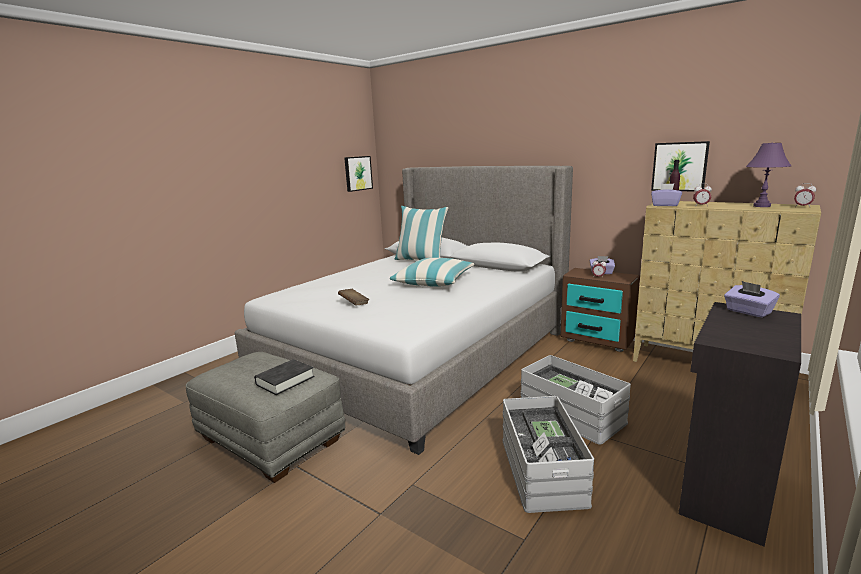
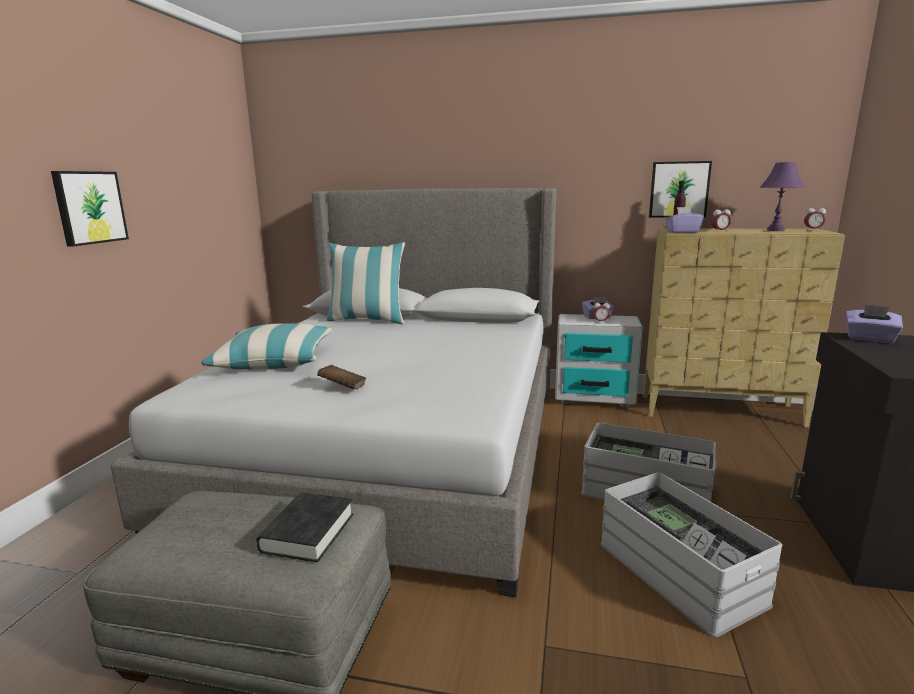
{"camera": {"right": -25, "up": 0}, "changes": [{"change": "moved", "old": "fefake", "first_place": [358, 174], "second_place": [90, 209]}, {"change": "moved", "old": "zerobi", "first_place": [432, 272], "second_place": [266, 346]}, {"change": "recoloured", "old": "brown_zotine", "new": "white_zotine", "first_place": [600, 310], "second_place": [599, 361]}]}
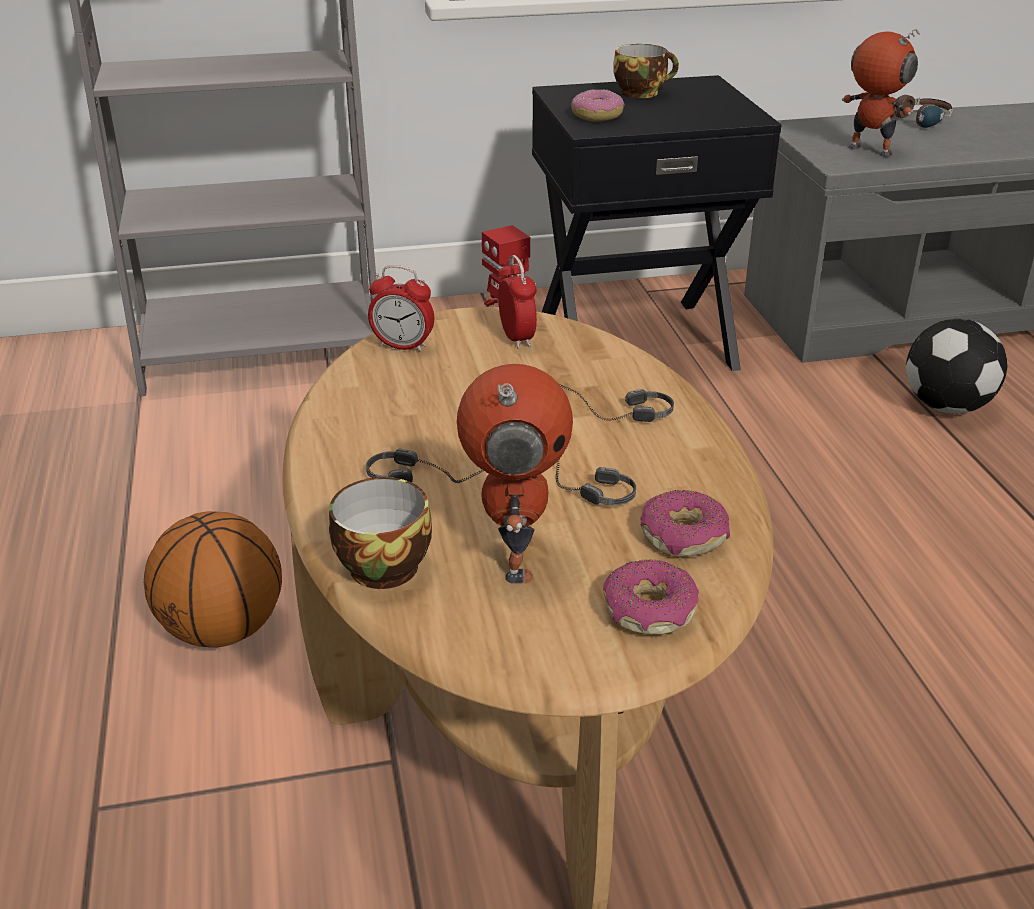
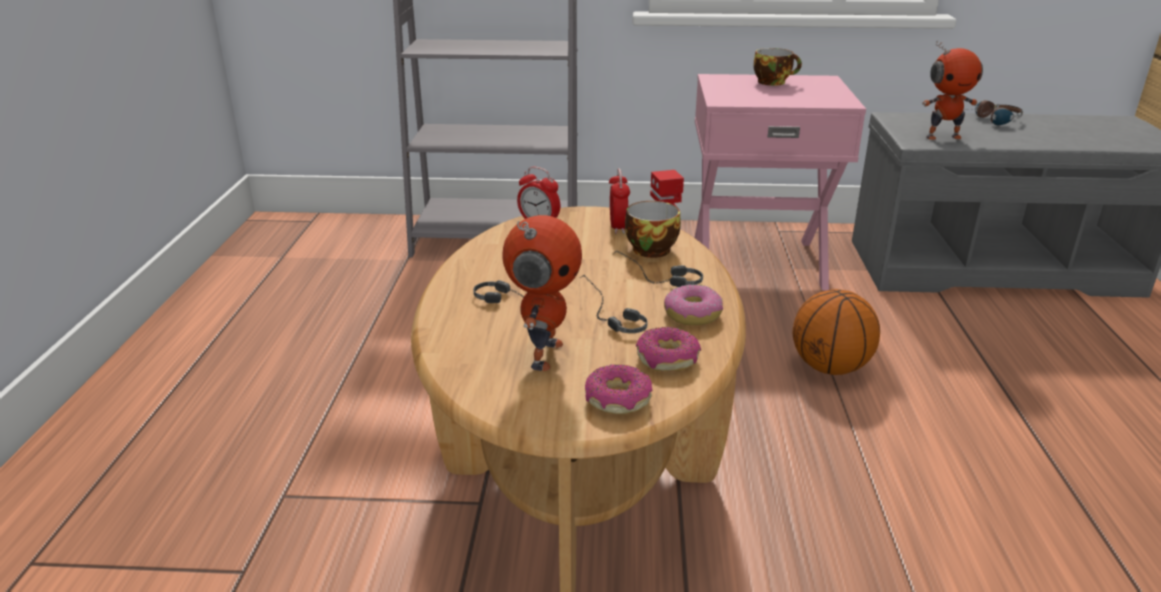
{"camera": {"right": 15, "up": -5}, "changes": [{"change": "turned", "old": "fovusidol", "first_place": [881, 93], "second_place": [952, 90], "degrees": 120}, {"change": "recoloured", "old": "black_zotine", "new": "pink_zotine", "first_place": [656, 223], "second_place": [780, 182]}, {"change": "moved", "old": "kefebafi", "first_place": [597, 105], "second_place": [693, 305]}, {"change": "removed", "old": "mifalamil", "first_place": [956, 366]}, {"change": "moved", "old": "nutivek", "first_place": [380, 533], "second_place": [653, 229]}, {"change": "moved", "old": "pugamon", "first_place": [213, 579], "second_place": [836, 332]}]}
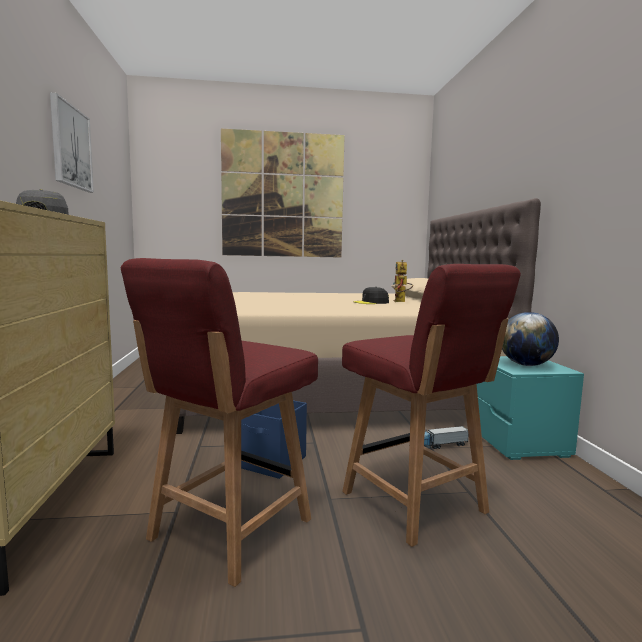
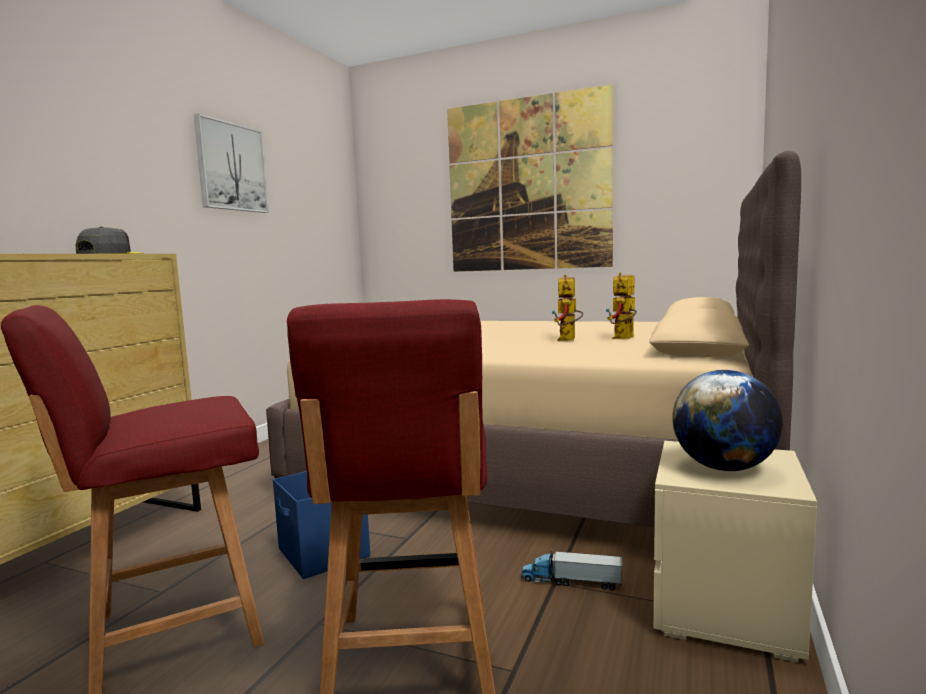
{"camera": {"right": 30, "up": 0}, "changes": [{"change": "replaced", "old": "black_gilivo", "new": "fovusidol", "first_place": [371, 295], "second_place": [567, 308]}, {"change": "recoloured", "old": "turquoise_zotine", "new": "beige_zotine", "first_place": [530, 408], "second_place": [735, 552]}]}
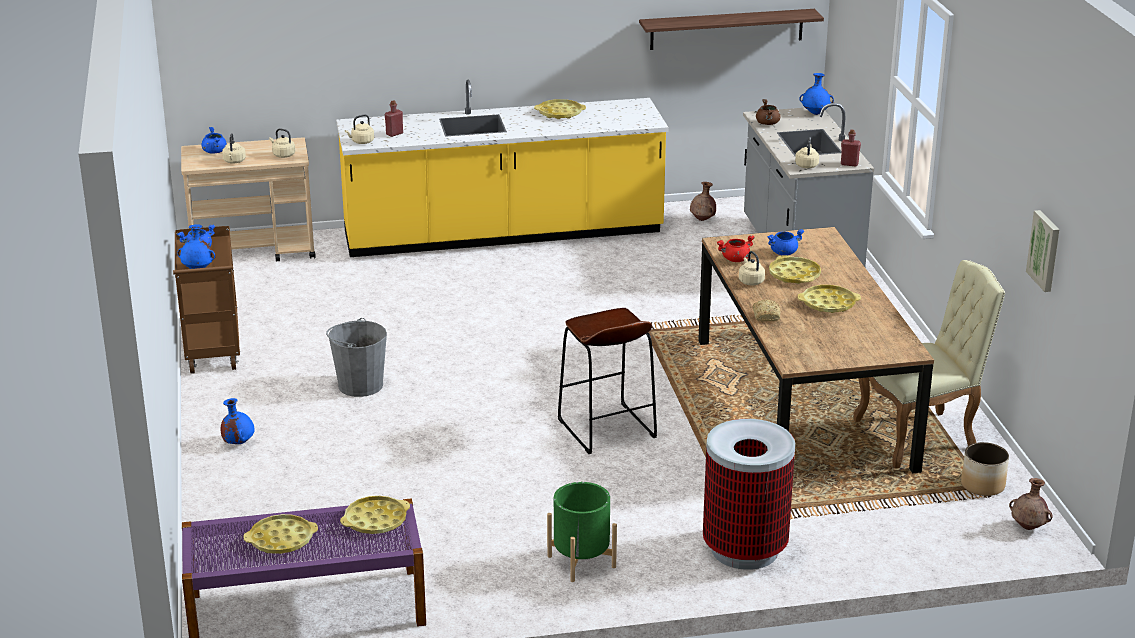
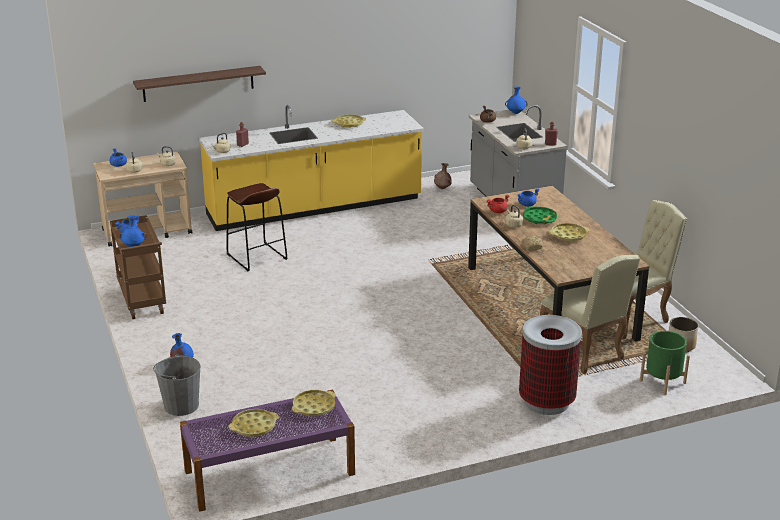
{"camera": {"right": -10, "up": 0}, "changes": [{"change": "moved", "old": "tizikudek", "first_place": [731, 29], "second_place": [199, 84]}, {"change": "removed", "old": "fefake", "first_place": [1043, 251]}, {"change": "recoloured", "old": "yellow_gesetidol", "new": "green_gesetidol", "first_place": [795, 269], "second_place": [540, 215]}, {"change": "moved", "old": "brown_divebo", "first_place": [607, 381], "second_place": [256, 227]}, {"change": "moved", "old": "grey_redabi", "first_place": [356, 357], "second_place": [176, 385]}, {"change": "removed", "old": "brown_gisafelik", "first_place": [1031, 504]}, {"change": "moved", "old": "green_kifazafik", "first_place": [582, 532], "second_place": [665, 363]}, {"change": "added", "new": "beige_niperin", "second_place": [590, 314]}]}
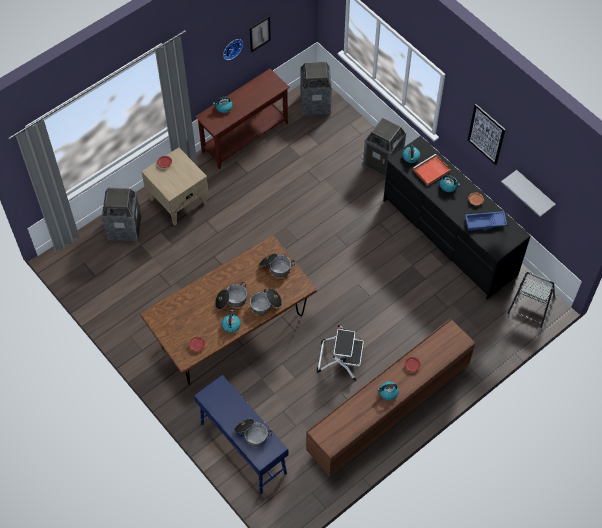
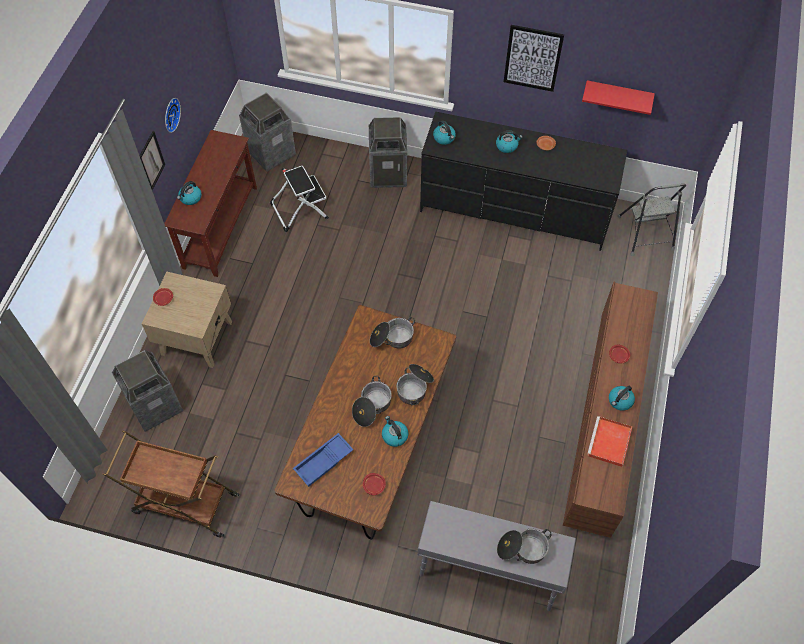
{"camera": {"right": -35, "up": 0}, "changes": [{"change": "moved", "old": "fefake", "first_place": [260, 34], "second_place": [152, 160]}, {"change": "moved", "old": "red_gesetidol", "first_place": [432, 170], "second_place": [609, 441]}, {"change": "recoloured", "old": "grey_tizikudek", "new": "red_tizikudek", "first_place": [528, 193], "second_place": [618, 97]}, {"change": "moved", "old": "blue_gesetidol", "first_place": [486, 220], "second_place": [323, 460]}, {"change": "moved", "old": "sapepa", "first_place": [340, 353], "second_place": [299, 199]}, {"change": "recoloured", "old": "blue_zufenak", "new": "grey_zufenak", "first_place": [241, 434], "second_place": [497, 556]}, {"change": "added", "new": "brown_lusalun", "second_place": [171, 484]}]}
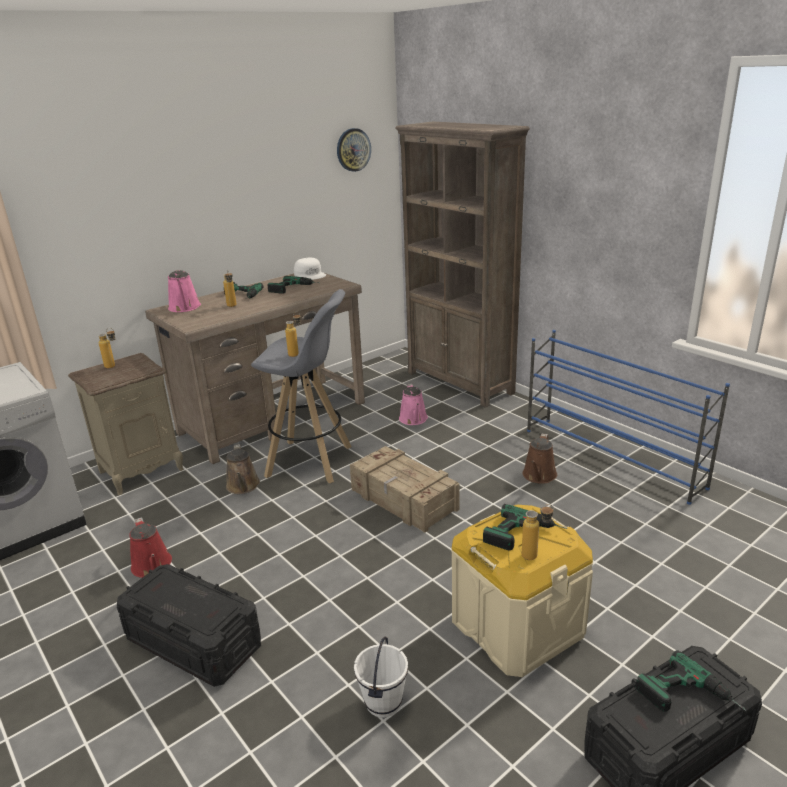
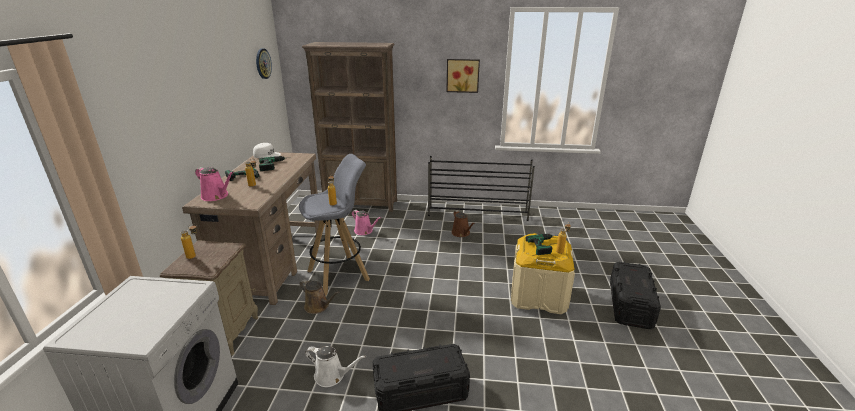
{"camera": {"right": -45, "up": 0}, "changes": [{"change": "recoloured", "old": "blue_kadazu", "new": "black_kadazu", "first_place": [628, 417], "second_place": [481, 188]}, {"change": "removed", "old": "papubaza", "first_place": [405, 489]}, {"change": "recoloured", "old": "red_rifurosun", "new": "white_rifurosun", "first_place": [150, 547], "second_place": [335, 366]}, {"change": "removed", "old": "white_redabi", "first_place": [381, 677]}, {"change": "removed", "old": "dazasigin", "first_place": [691, 681]}, {"change": "added", "new": "fefake", "second_place": [463, 76]}]}
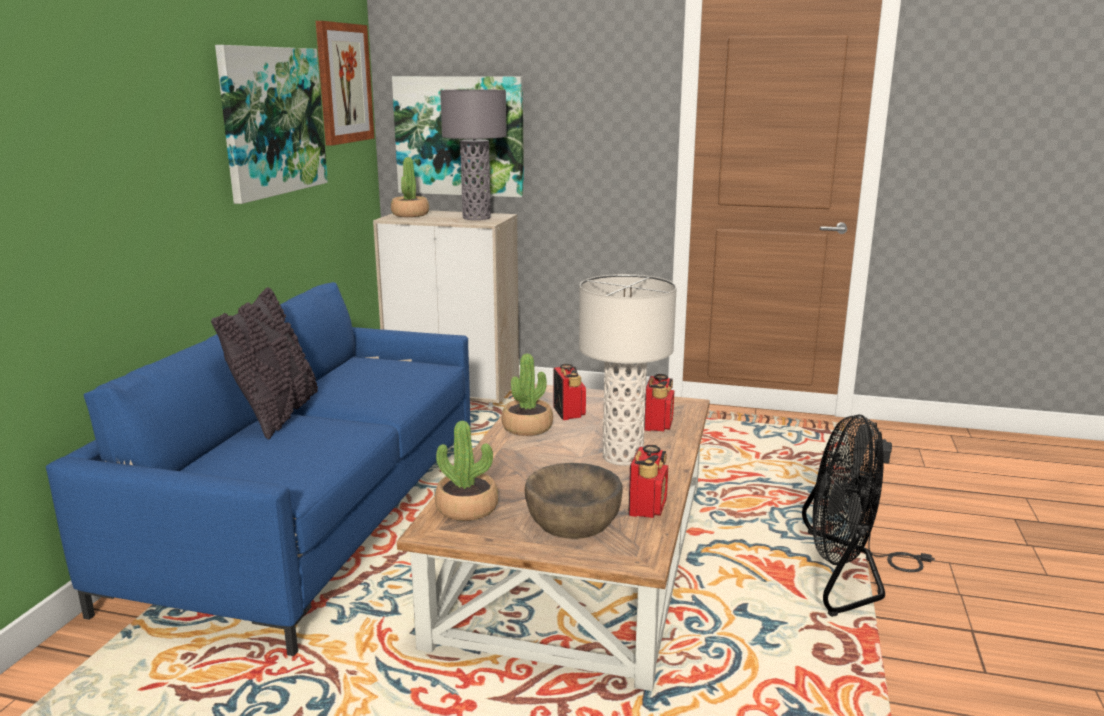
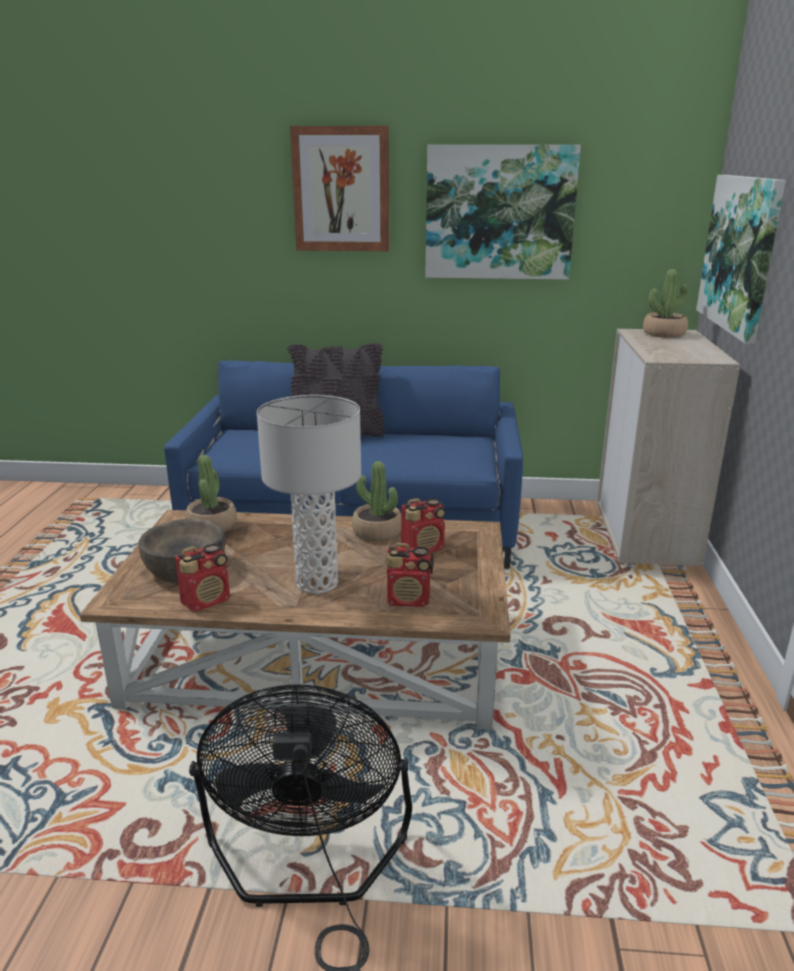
{"camera": {"right": 80, "up": 5}, "changes": [{"change": "moved", "old": "fefake", "first_place": [345, 83], "second_place": [339, 188]}, {"change": "removed", "old": "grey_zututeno", "first_place": [473, 154]}, {"change": "turned", "old": "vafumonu", "first_place": [648, 481], "second_place": [202, 577], "degrees": -45}]}
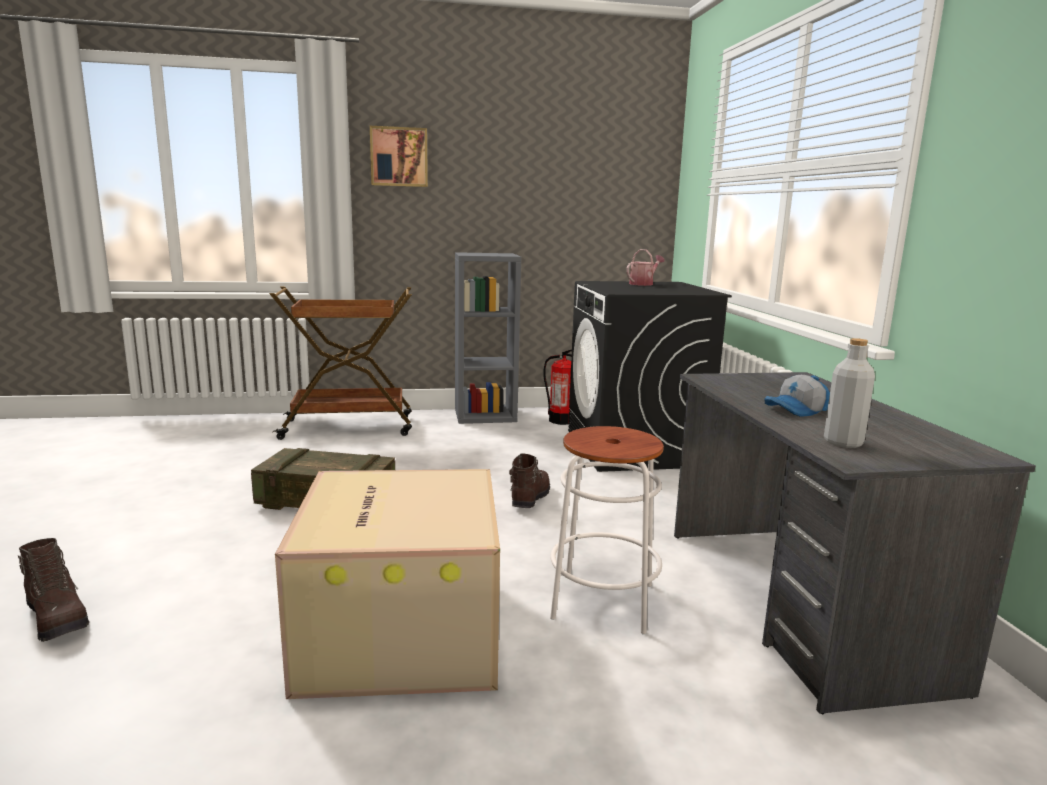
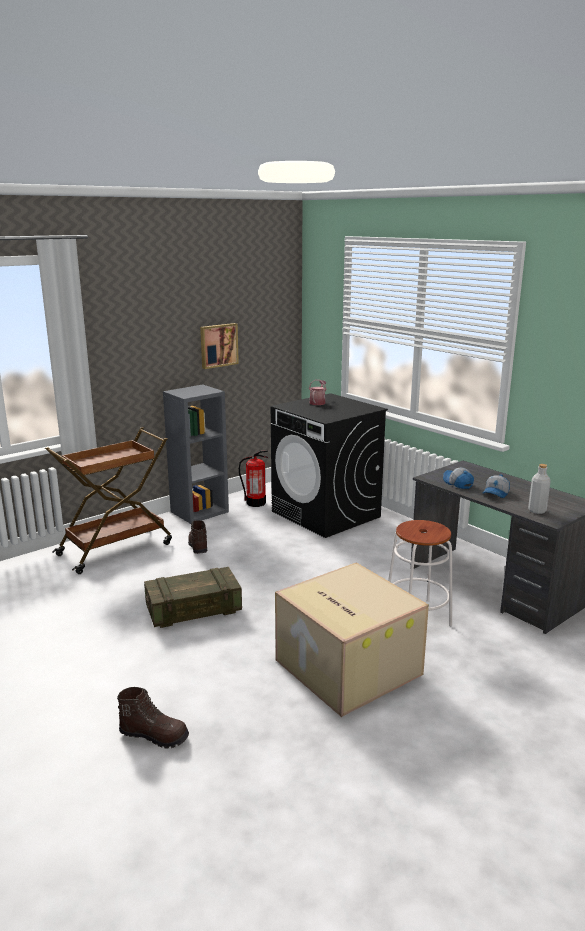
{"camera": {"right": -30, "up": 5}, "changes": [{"change": "moved", "old": "fefake", "first_place": [399, 156], "second_place": [219, 346]}, {"change": "moved", "old": "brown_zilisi", "first_place": [529, 480], "second_place": [197, 537]}, {"change": "added", "new": "gilivo", "second_place": [458, 478]}]}
